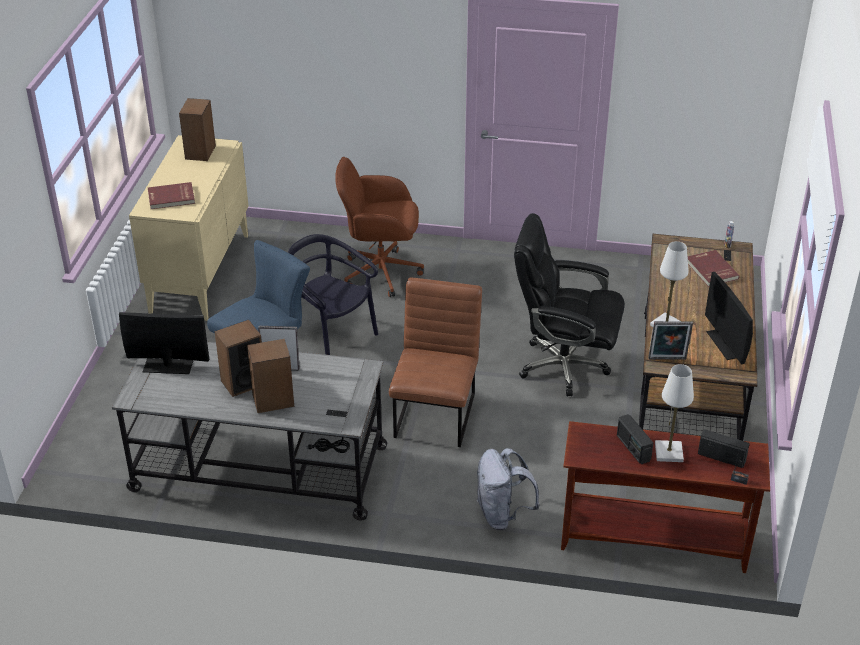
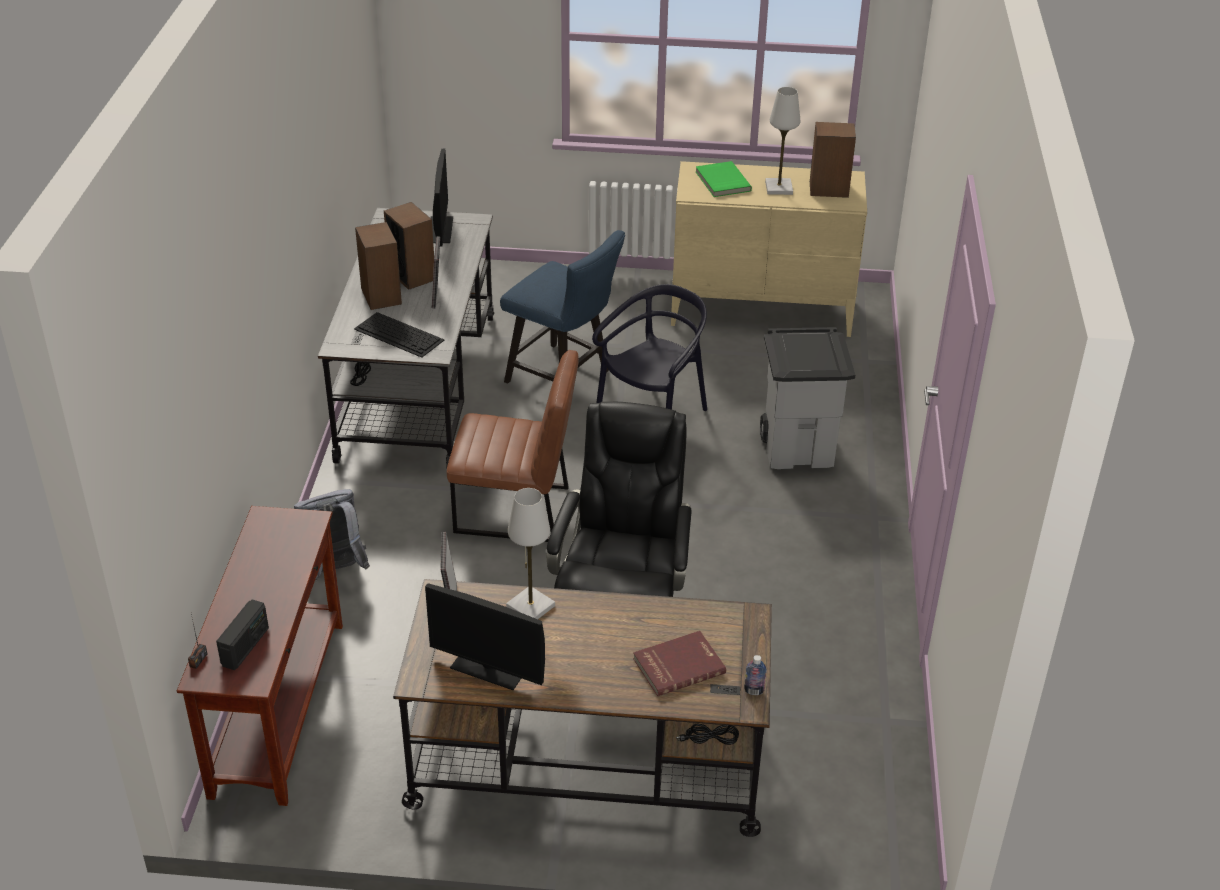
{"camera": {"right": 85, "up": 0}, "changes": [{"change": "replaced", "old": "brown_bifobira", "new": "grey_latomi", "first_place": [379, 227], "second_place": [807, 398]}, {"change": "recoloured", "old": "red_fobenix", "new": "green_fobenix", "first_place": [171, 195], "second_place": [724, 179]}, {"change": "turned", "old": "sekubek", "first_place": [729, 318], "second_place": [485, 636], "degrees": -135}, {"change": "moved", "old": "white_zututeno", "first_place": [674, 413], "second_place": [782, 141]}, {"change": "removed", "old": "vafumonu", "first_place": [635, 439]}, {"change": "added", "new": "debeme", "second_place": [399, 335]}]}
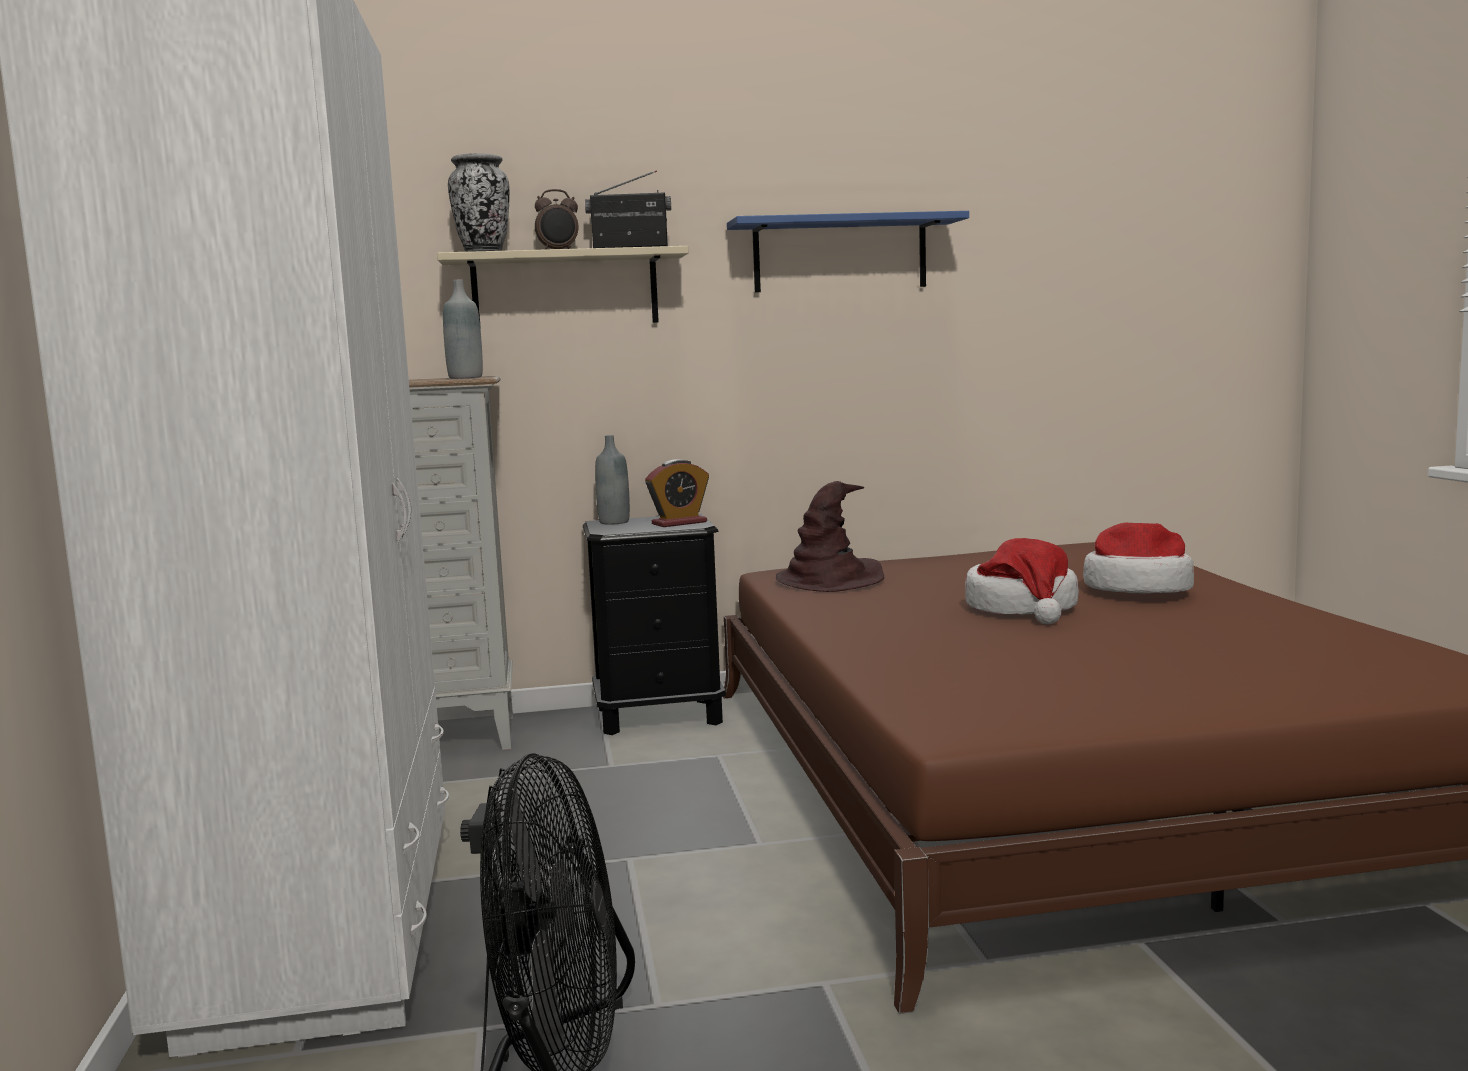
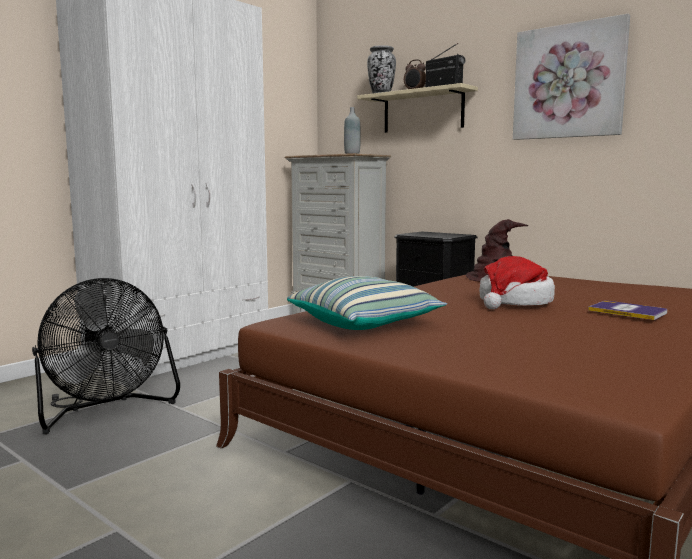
{"camera": {"right": 50, "up": 0}, "changes": [{"change": "replaced", "old": "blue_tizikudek", "new": "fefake", "first_place": [848, 251], "second_place": [571, 77]}, {"change": "removed", "old": "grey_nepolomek", "first_place": [612, 480]}, {"change": "removed", "old": "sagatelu", "first_place": [677, 493]}, {"change": "replaced", "old": "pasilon", "new": "fobenix", "first_place": [1138, 557], "second_place": [628, 310]}, {"change": "added", "new": "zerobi", "second_place": [367, 303]}]}
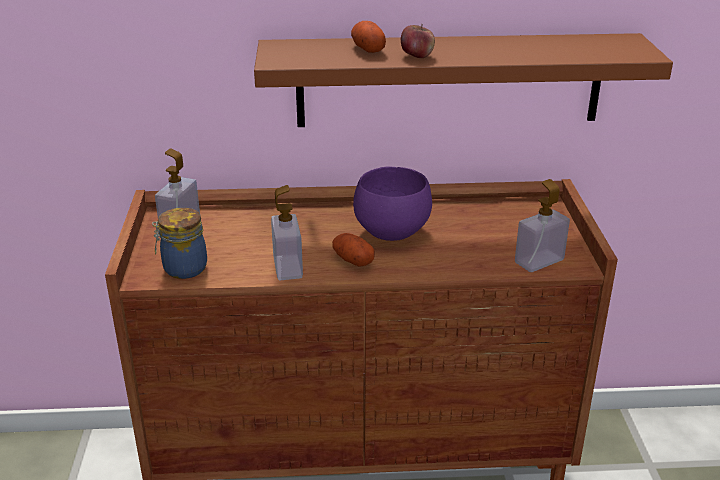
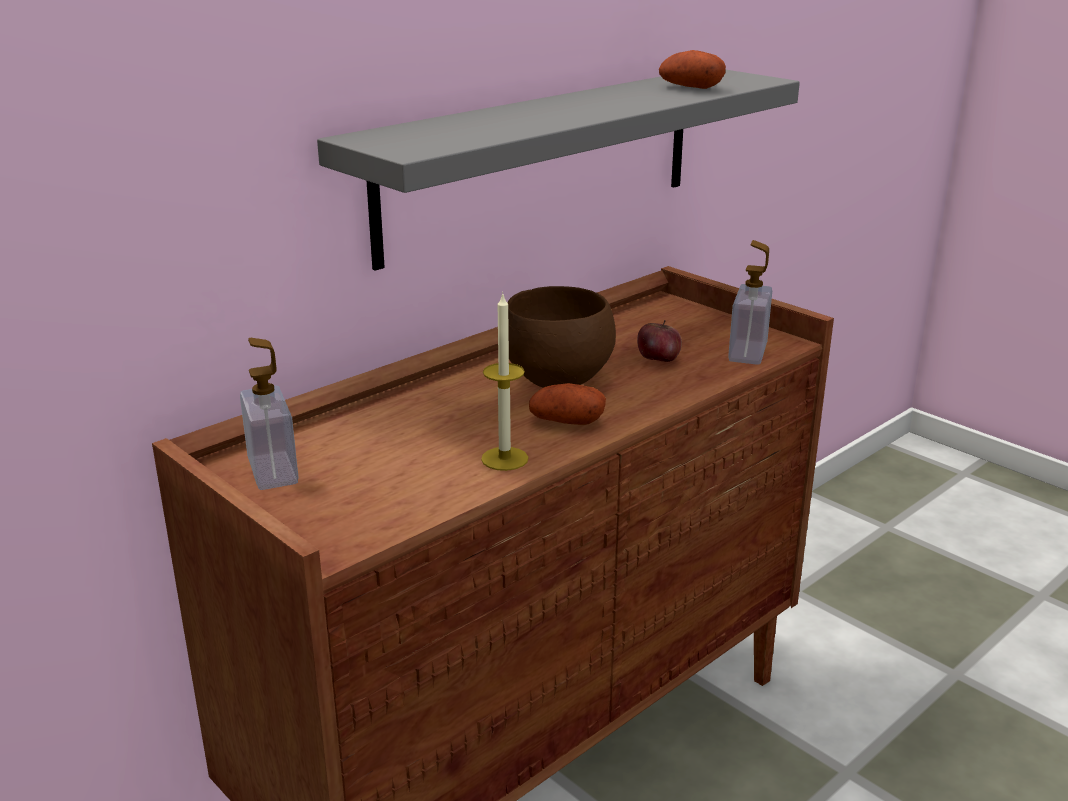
{"camera": {"right": -40, "up": -5}, "changes": [{"change": "moved", "old": "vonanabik", "first_place": [368, 37], "second_place": [692, 69]}, {"change": "moved", "old": "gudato", "first_place": [418, 41], "second_place": [659, 341]}, {"change": "recoloured", "old": "brown_tizikudek", "new": "grey_tizikudek", "first_place": [463, 80], "second_place": [558, 170]}, {"change": "recoloured", "old": "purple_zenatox", "new": "brown_zenatox", "first_place": [392, 203], "second_place": [561, 337]}, {"change": "replaced", "old": "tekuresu", "new": "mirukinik", "first_place": [287, 232], "second_place": [504, 381]}, {"change": "removed", "old": "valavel", "first_place": [179, 243]}]}
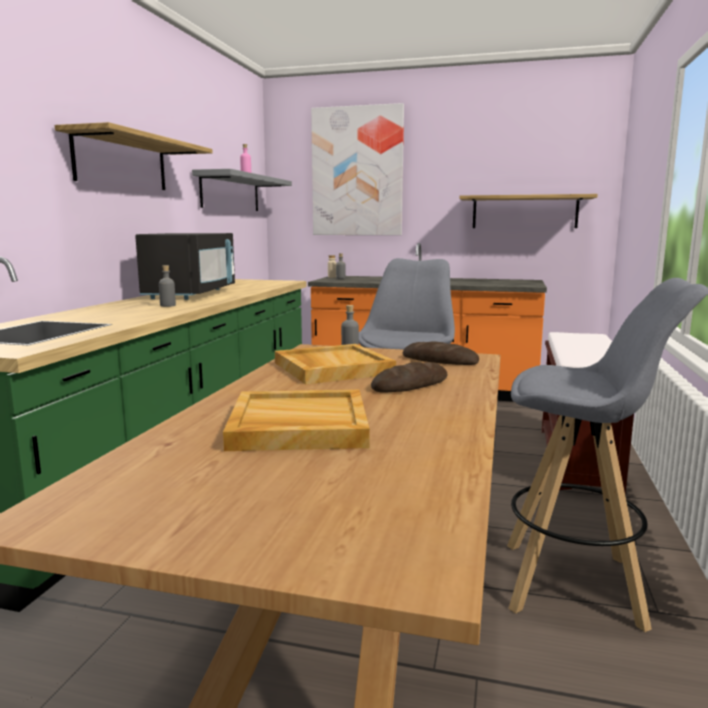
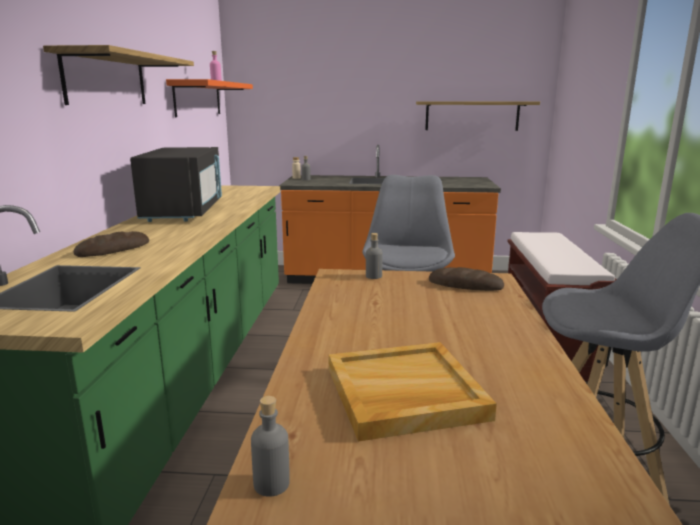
{"camera": {"right": -10, "up": 5}, "changes": [{"change": "removed", "old": "fefake", "first_place": [357, 169]}, {"change": "recoloured", "old": "grey_tizikudek", "new": "orange_tizikudek", "first_place": [242, 190], "second_place": [209, 98]}, {"change": "moved", "old": "grey_nepolomek", "first_place": [167, 286], "second_place": [270, 446]}, {"change": "removed", "old": "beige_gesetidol", "first_place": [335, 364]}, {"change": "moved", "old": "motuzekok", "first_place": [409, 377], "second_place": [111, 244]}]}
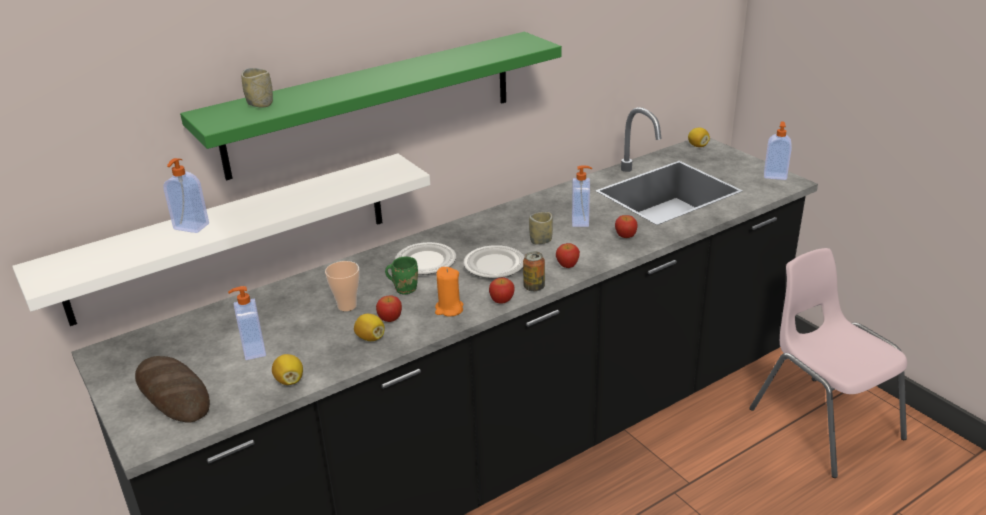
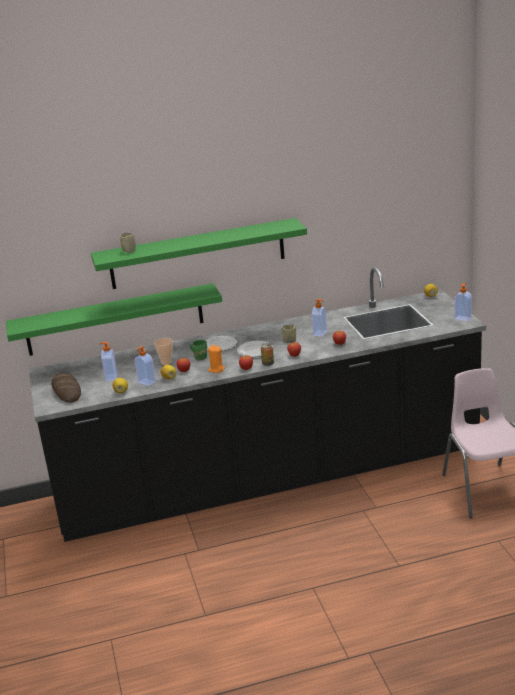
{"camera": {"right": 20, "up": -5}, "changes": [{"change": "recoloured", "old": "white_tizikudek", "new": "green_tizikudek", "first_place": [221, 239], "second_place": [114, 319]}, {"change": "moved", "old": "tekuresu", "first_place": [186, 195], "second_place": [145, 366]}]}
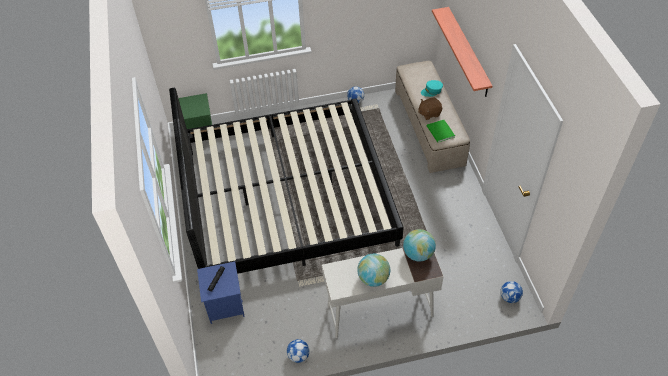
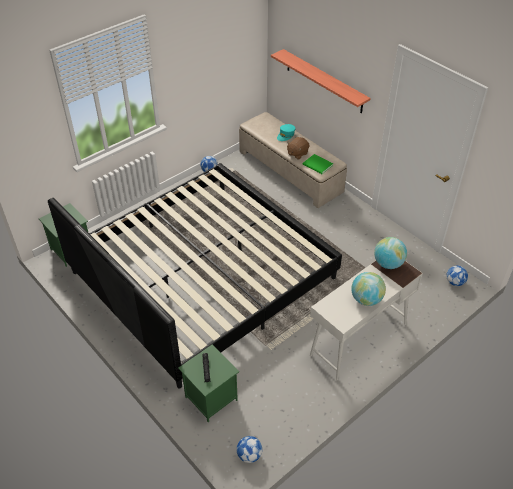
{"camera": {"right": -30, "up": -5}, "changes": [{"change": "recoloured", "old": "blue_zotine", "new": "green_zotine", "first_place": [221, 293], "second_place": [209, 383]}, {"change": "moved", "old": "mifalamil", "first_place": [298, 351], "second_place": [249, 449]}]}
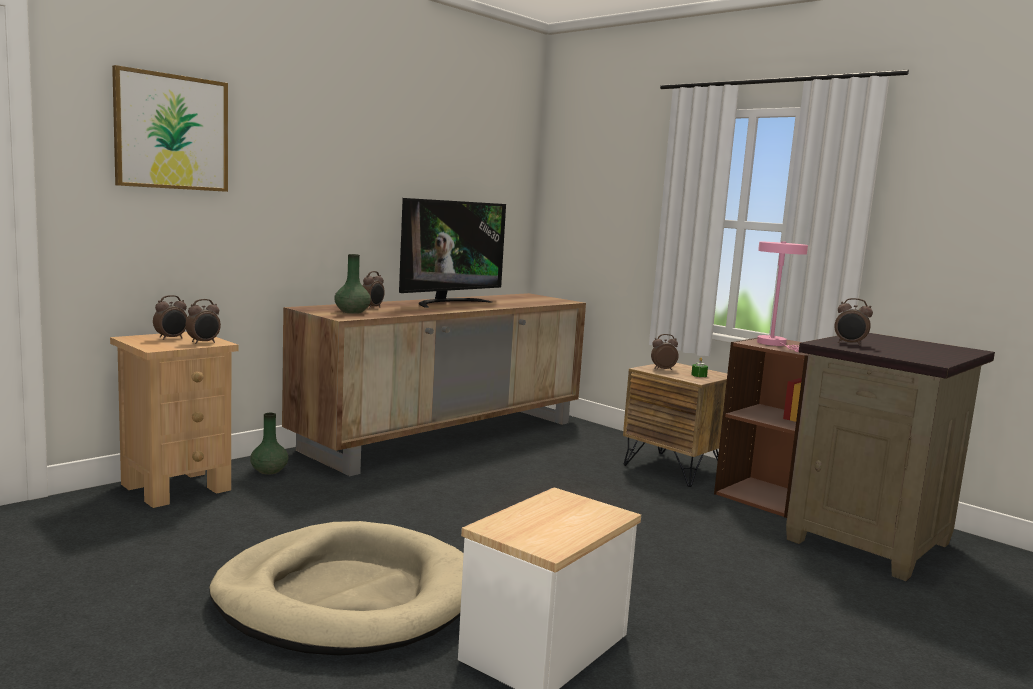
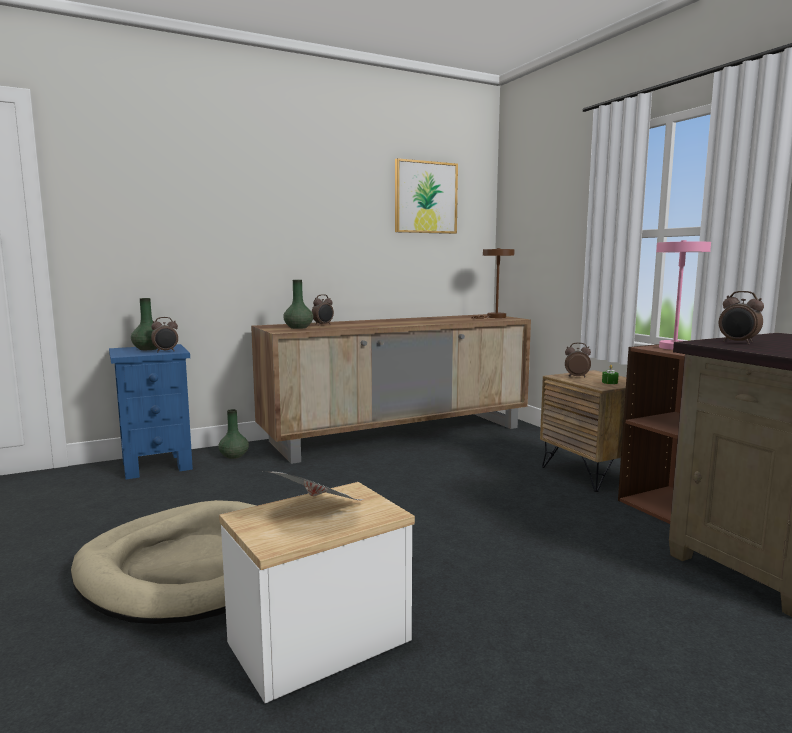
{"camera": {"right": 20, "up": 0}, "changes": [{"change": "moved", "old": "fefake", "first_place": [170, 128], "second_place": [426, 196]}, {"change": "removed", "old": "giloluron", "first_place": [452, 253]}, {"change": "replaced", "old": "sagatelu", "new": "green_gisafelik", "first_place": [170, 317], "second_place": [144, 324]}, {"change": "recoloured", "old": "beige_zotine", "new": "blue_zotine", "first_place": [174, 420], "second_place": [151, 411]}, {"change": "added", "new": "brown_zututeno", "second_place": [493, 283]}, {"change": "added", "new": "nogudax", "second_place": [317, 486]}]}
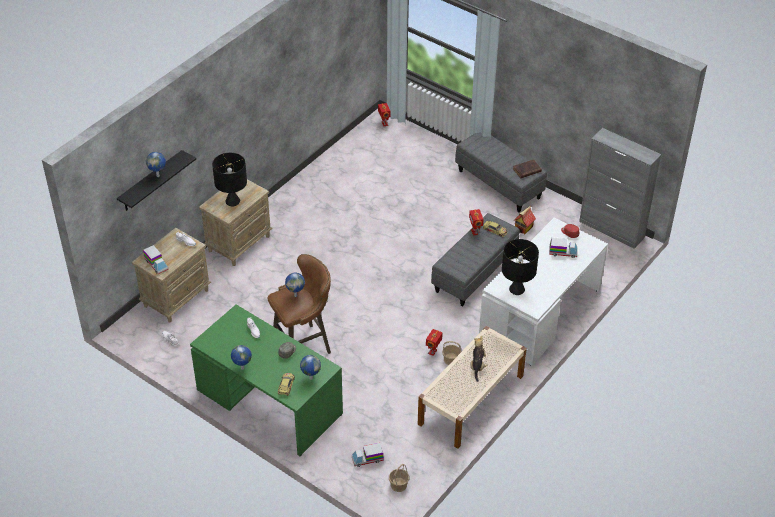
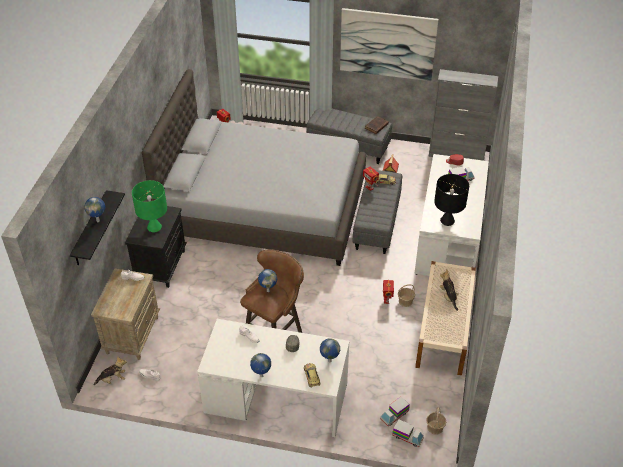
{"camera": {"right": -25, "up": 0}, "changes": [{"change": "recoloured", "old": "black_zututeno", "new": "green_zututeno", "first_place": [229, 180], "second_place": [149, 206]}, {"change": "recoloured", "old": "beige_zotine", "new": "black_zotine", "first_place": [236, 222], "second_place": [156, 247]}, {"change": "moved", "old": "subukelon", "first_place": [156, 259], "second_place": [408, 433]}, {"change": "recoloured", "old": "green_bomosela", "new": "white_bomosela", "first_place": [266, 380], "second_place": [273, 378]}, {"change": "added", "new": "fefake", "second_place": [389, 44]}, {"change": "added", "new": "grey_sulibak", "second_place": [254, 167]}, {"change": "added", "new": "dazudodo", "second_place": [110, 370]}]}
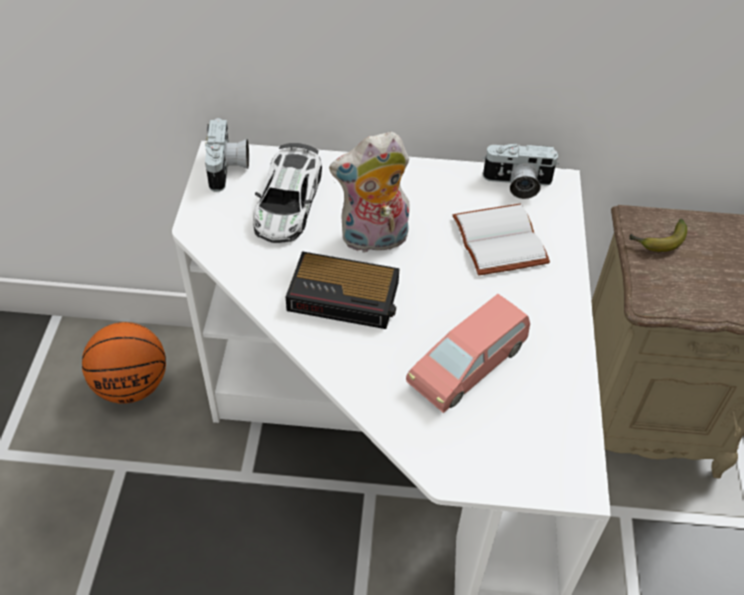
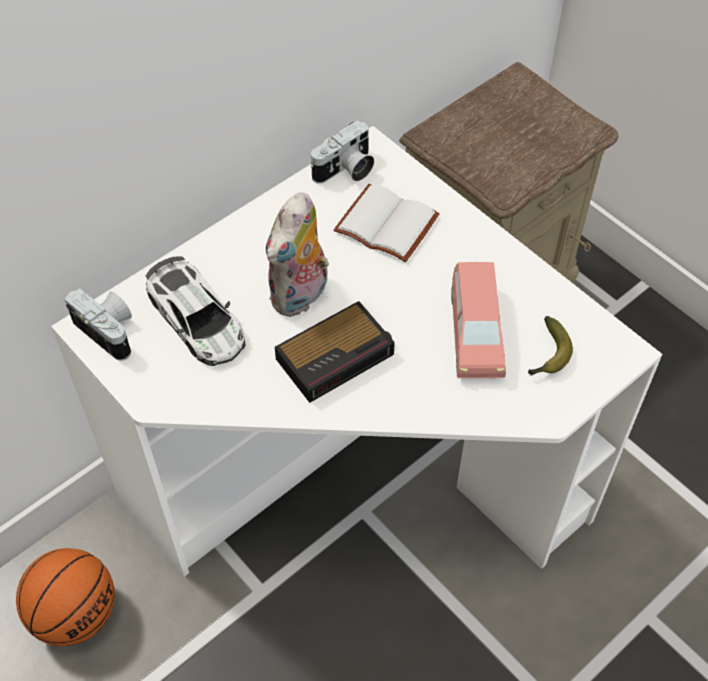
{"camera": {"right": -45, "up": 5}, "changes": [{"change": "moved", "old": "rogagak", "first_place": [658, 235], "second_place": [550, 346]}]}
